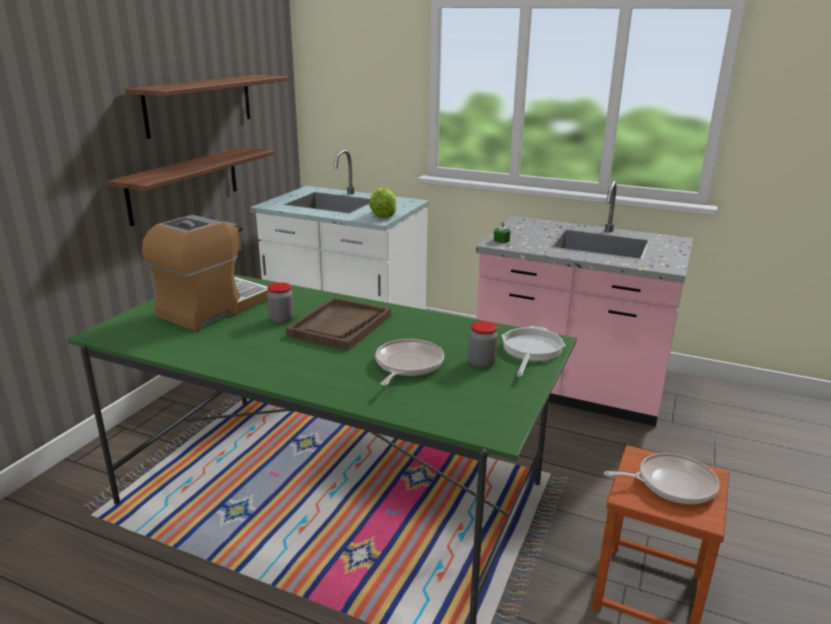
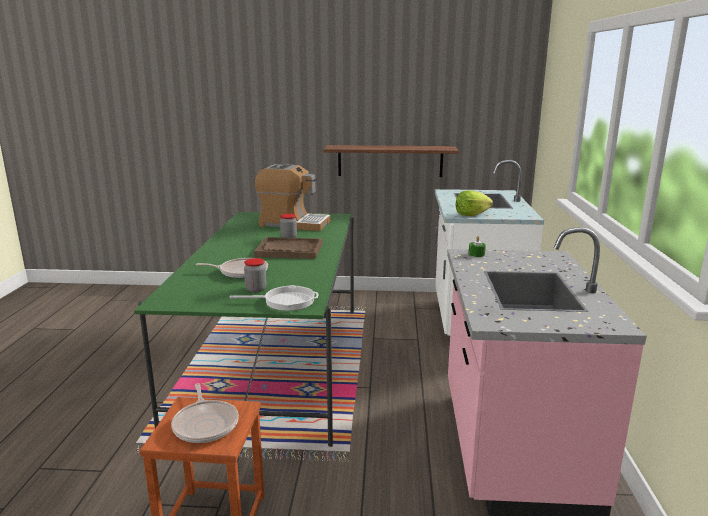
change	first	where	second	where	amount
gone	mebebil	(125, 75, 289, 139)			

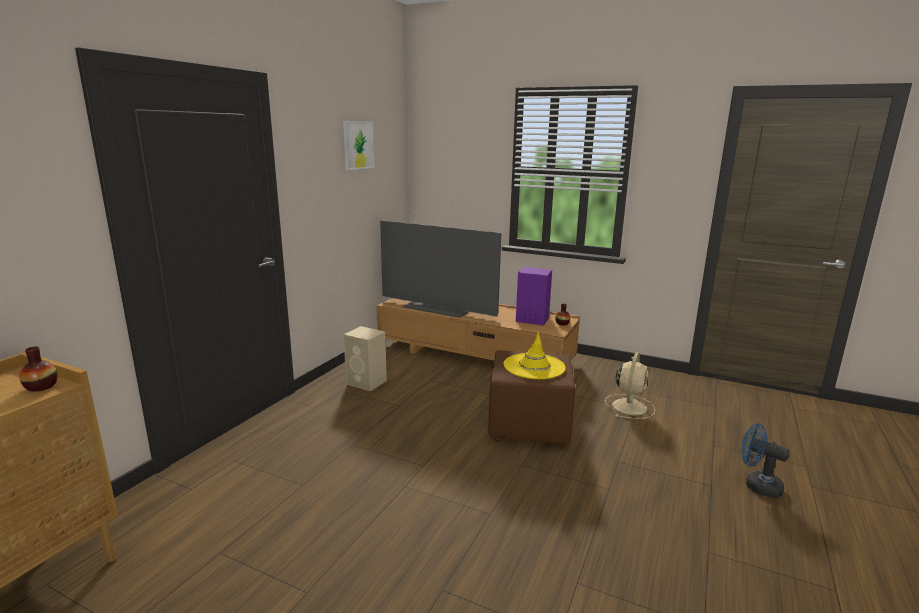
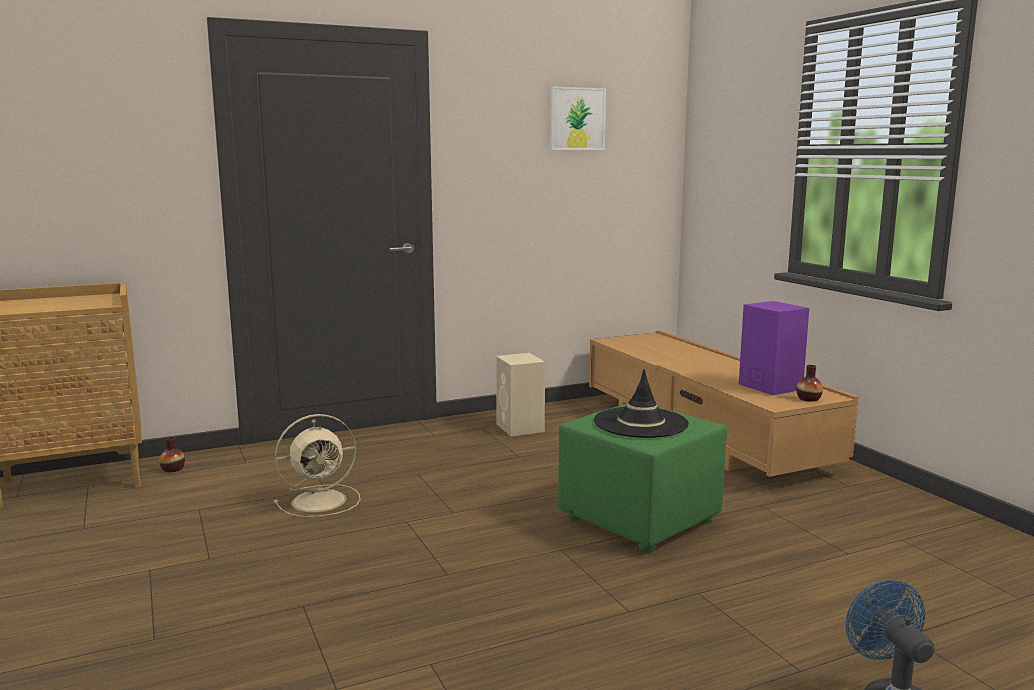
change	first	where	second	where	amount
shifted	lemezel	(19, 347, 58, 392)		(159, 437, 185, 472)	
shifted	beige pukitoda	(605, 352, 655, 419)		(274, 414, 361, 517)	
repainted	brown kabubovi	(489, 350, 575, 447)	green kabubovi	(558, 404, 727, 552)	
repainted	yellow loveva	(504, 332, 566, 379)	black loveva	(594, 369, 689, 438)	
gone	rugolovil	(380, 220, 501, 318)			

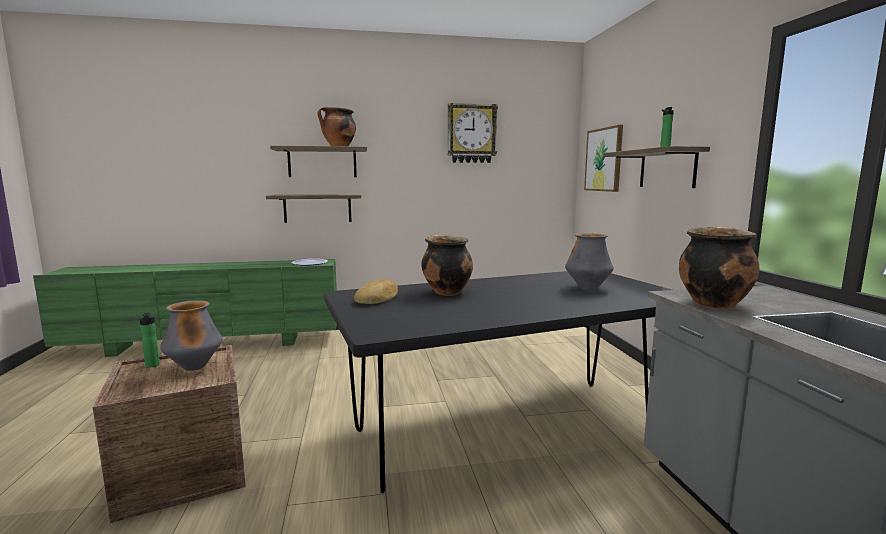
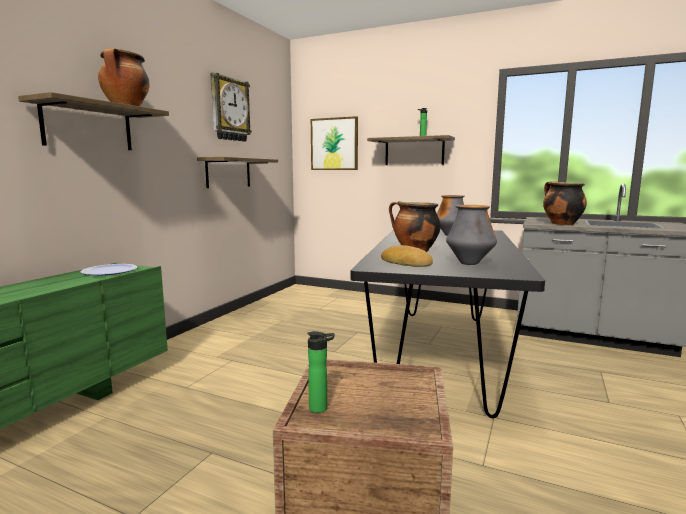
change	first	where	second	where	amount
shifted	mebebil	(266, 194, 361, 223)		(197, 157, 278, 188)	
shifted	lemezel	(160, 300, 222, 371)		(446, 205, 497, 265)	

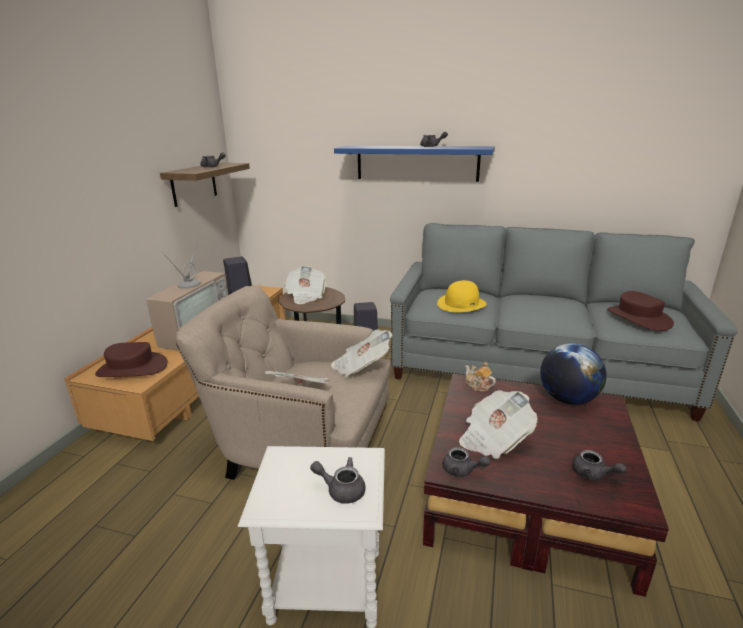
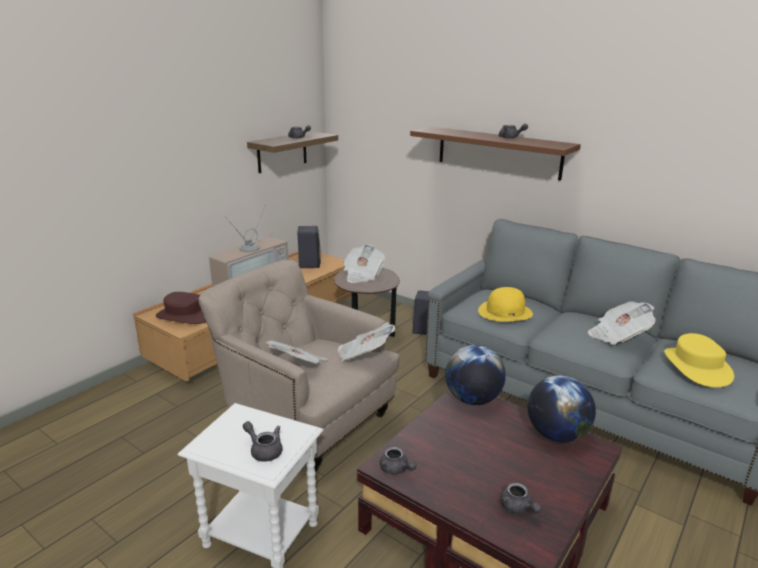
change	first	where	second	where	amount
repainted	blue mebebil	(334, 146, 495, 182)	brown mebebil	(410, 127, 581, 181)	
swapped	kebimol	(465, 362, 496, 392)	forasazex	(445, 345, 506, 405)	
shifted	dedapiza	(459, 390, 537, 459)		(588, 301, 656, 345)	
repainted	brown loveva	(607, 291, 674, 331)	yellow loveva	(664, 333, 734, 387)	

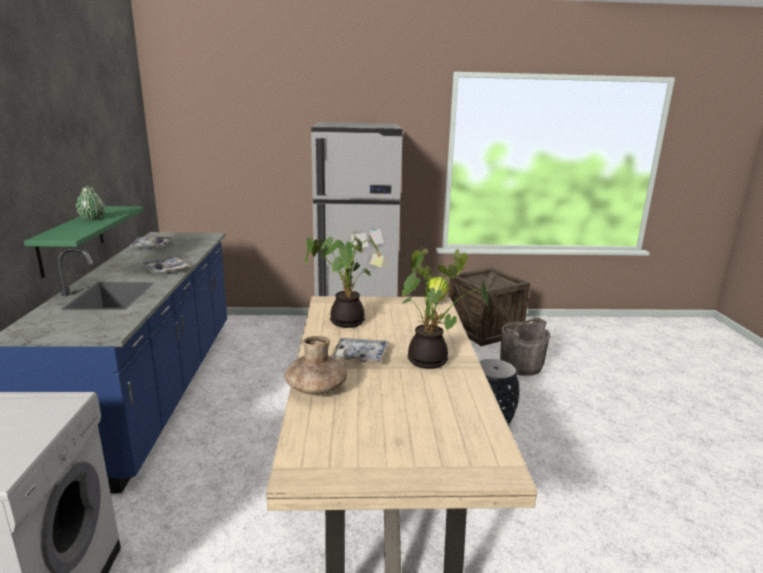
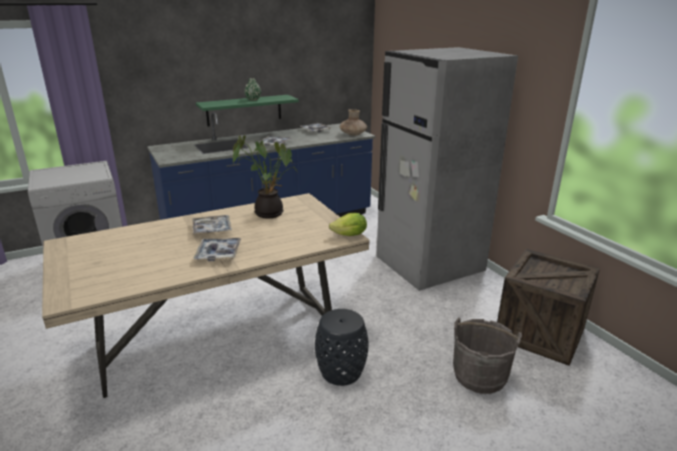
change	first	where	second	where	amount
swapped	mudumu	(401, 249, 489, 369)	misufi	(193, 238, 241, 261)	
shifted	brown lemezel	(285, 336, 347, 395)		(340, 109, 367, 136)	

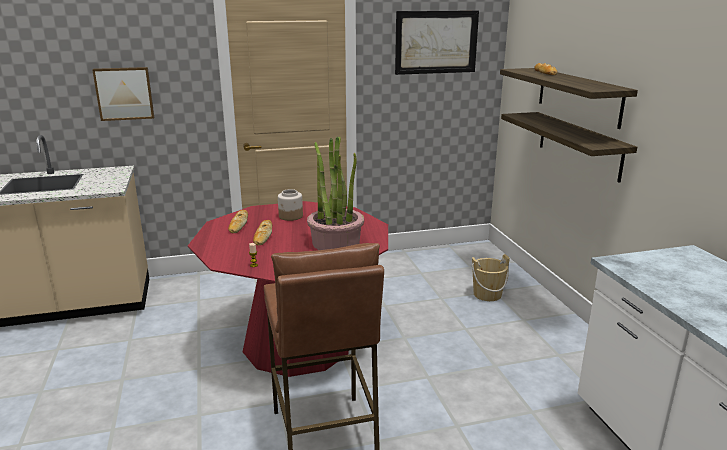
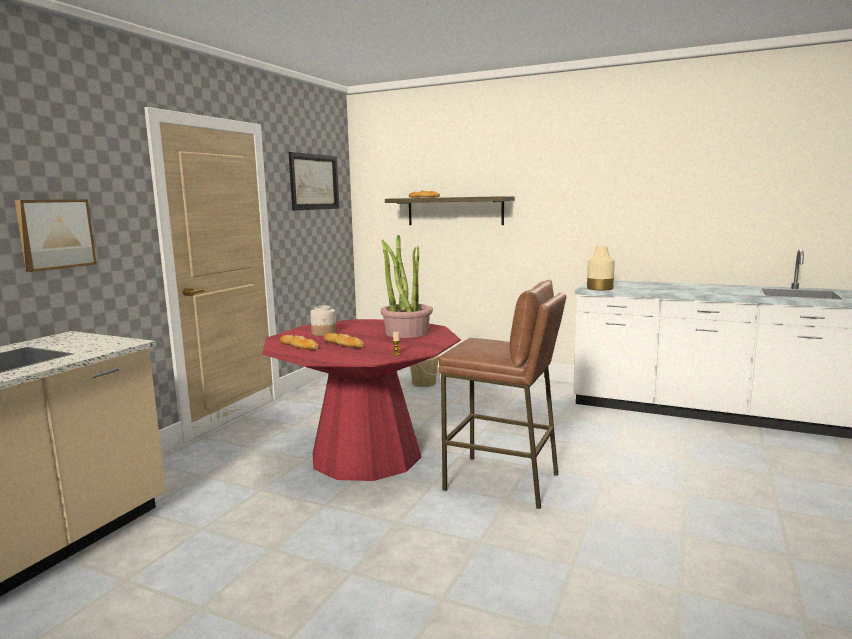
change	first	where	second	where	amount
new			beige lemezel	(587, 246, 615, 290)	
gone	mebebil	(501, 112, 637, 183)			

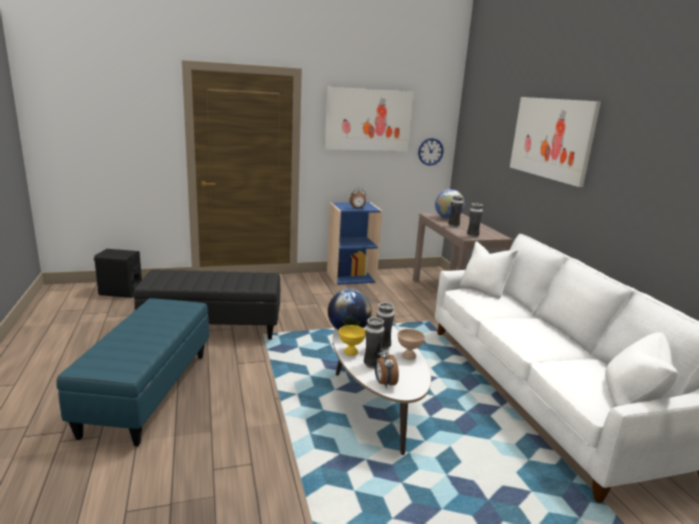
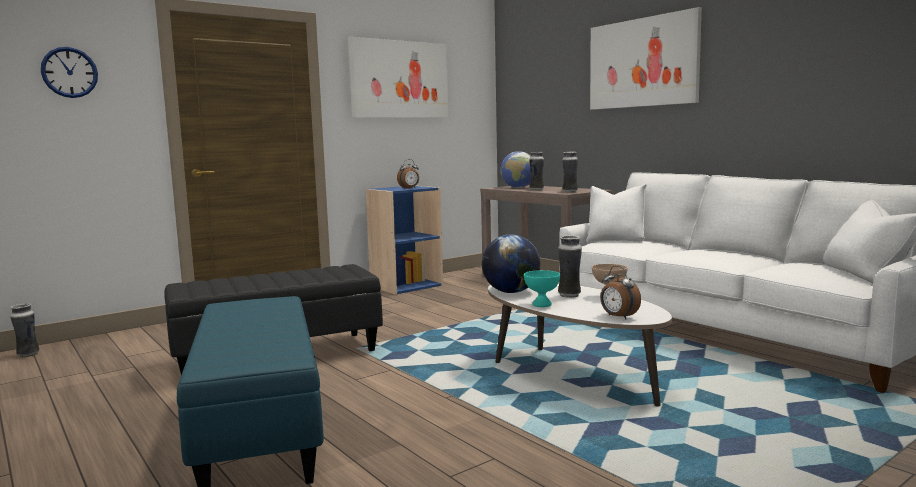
change	first	where	second	where	amount
shifted	lemezel	(364, 317, 385, 368)		(10, 303, 39, 357)	
shifted	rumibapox	(418, 138, 444, 166)		(41, 47, 98, 98)	
repainted	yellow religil	(339, 325, 366, 356)	turquoise religil	(524, 270, 560, 307)	
gone	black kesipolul	(94, 249, 142, 298)			

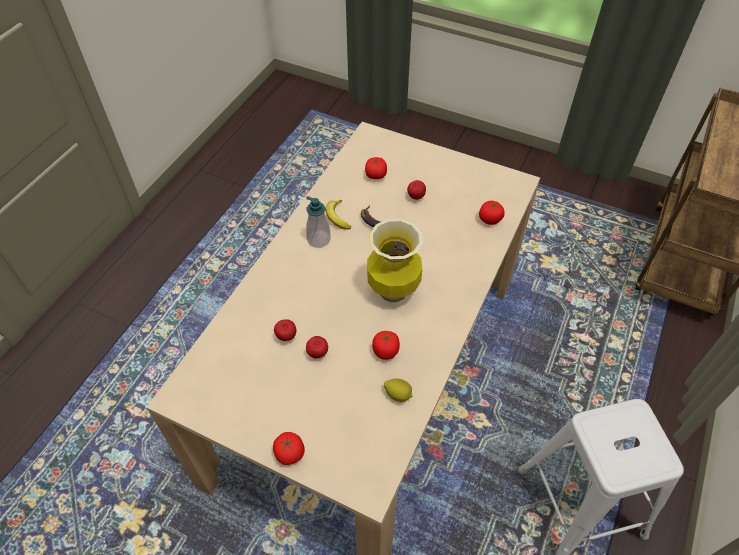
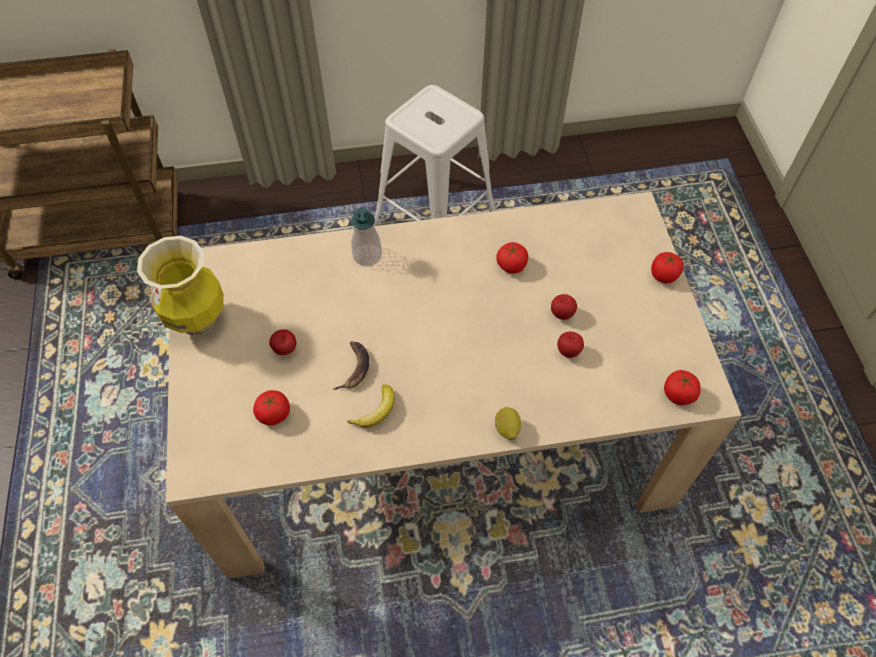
change	first	where	second	where	amount
shifted	lemezel	(367, 219, 423, 303)		(137, 236, 224, 336)	
shifted	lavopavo	(306, 196, 331, 248)		(351, 207, 382, 267)	
shifted	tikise	(384, 378, 412, 402)		(495, 407, 521, 440)	
shifted	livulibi	(479, 201, 505, 225)		(664, 370, 701, 405)	

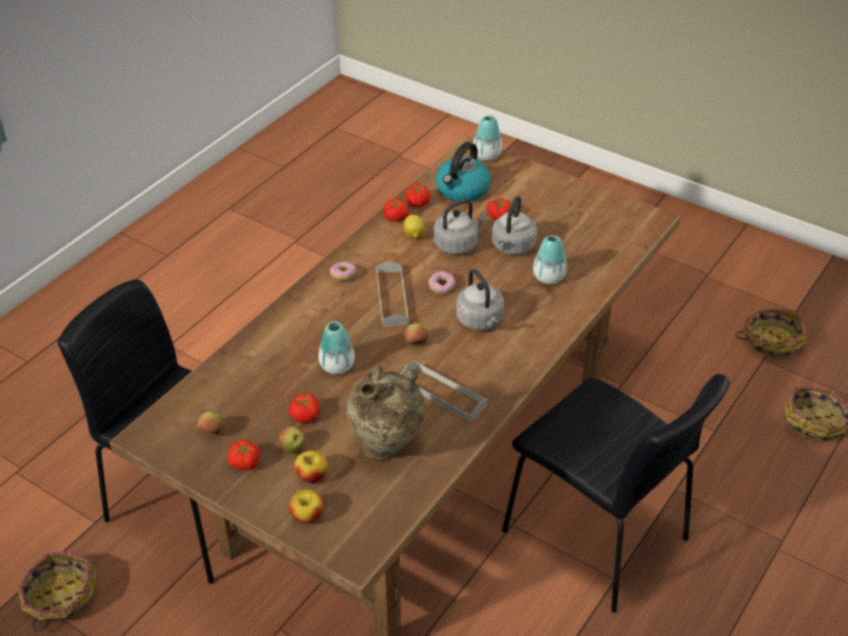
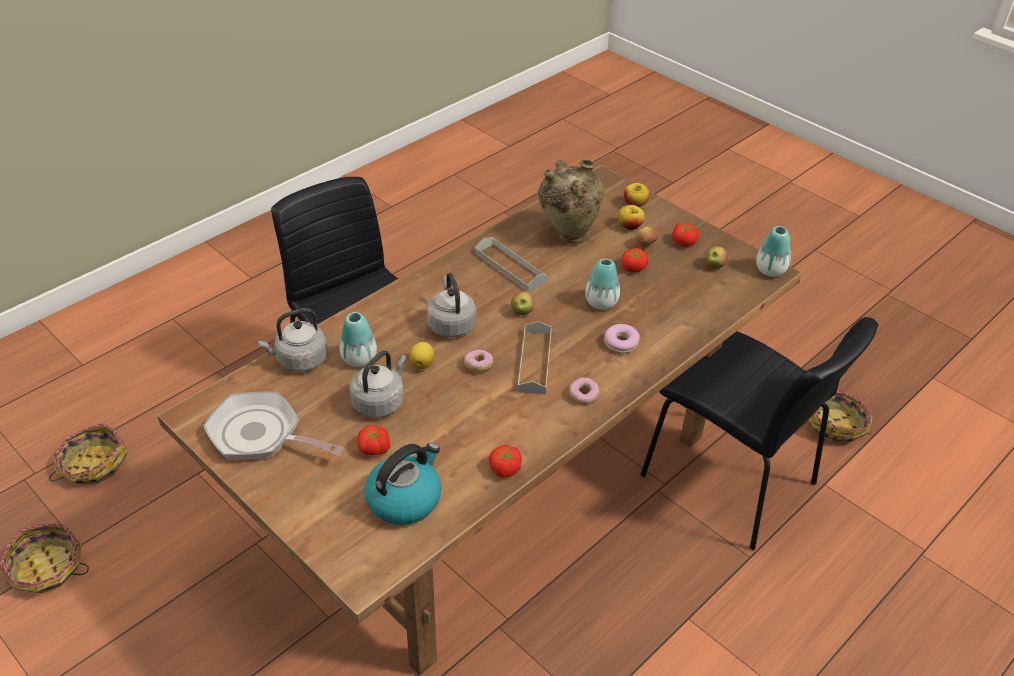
change	first	where	second	where	amount
new			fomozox	(203, 391, 344, 460)	
shifted	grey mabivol	(433, 199, 488, 254)		(257, 308, 328, 372)	
shifted	tikise	(403, 215, 425, 239)		(409, 342, 434, 369)	
new			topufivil	(604, 324, 640, 353)	
shifted	lemezel	(473, 116, 502, 161)		(756, 226, 791, 277)	
gone	livulibi	(405, 183, 431, 207)			

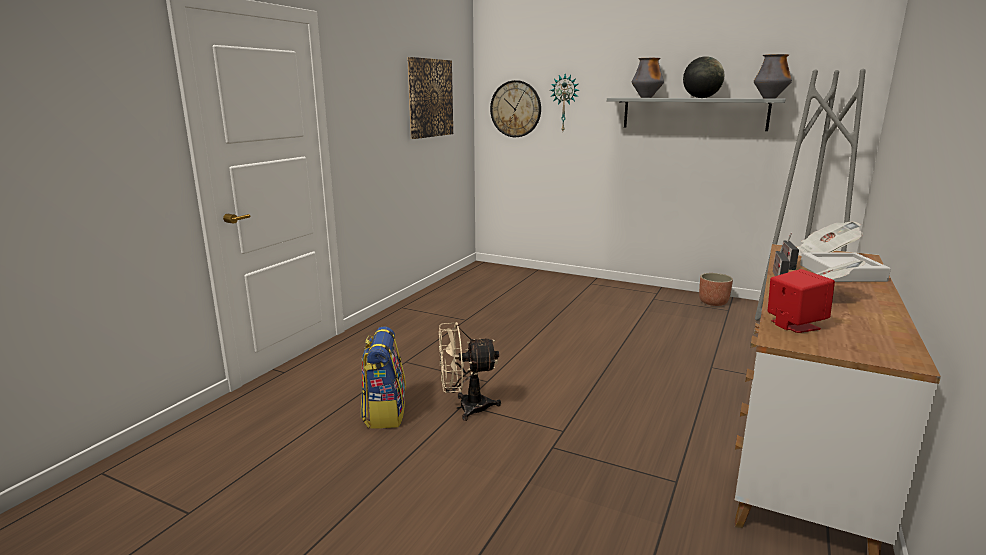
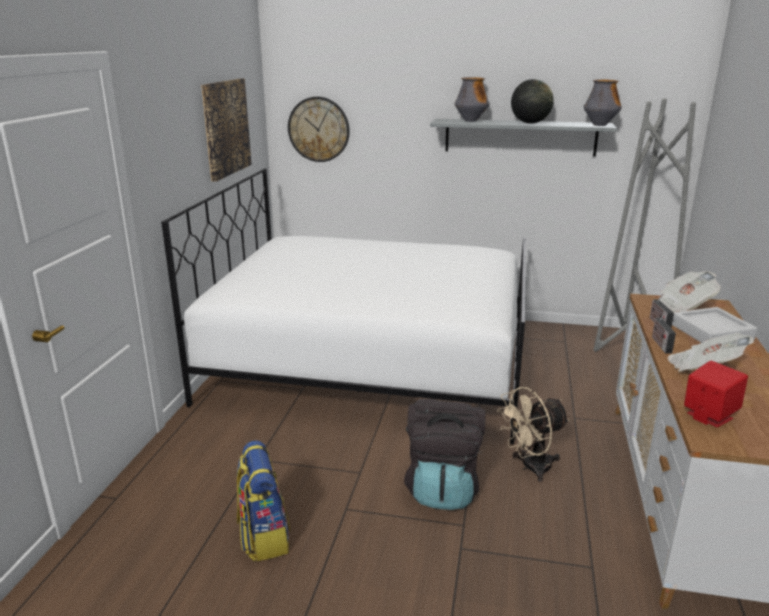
change	first	where	second	where	amount
new			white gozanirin	(161, 169, 526, 445)	
new			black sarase	(404, 399, 485, 510)	
shifted	beige pukitoda	(439, 322, 501, 421)		(497, 387, 569, 482)	
gone	rumibapox	(550, 74, 579, 131)			
gone	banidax	(699, 273, 733, 306)			

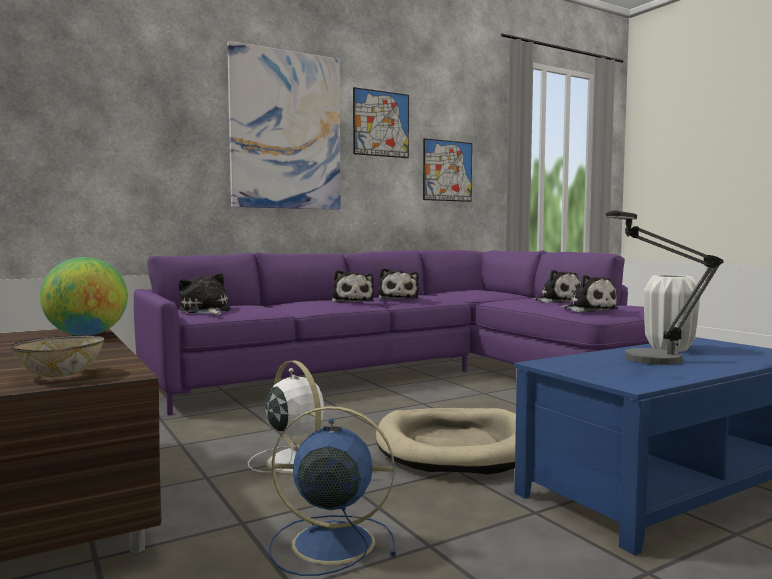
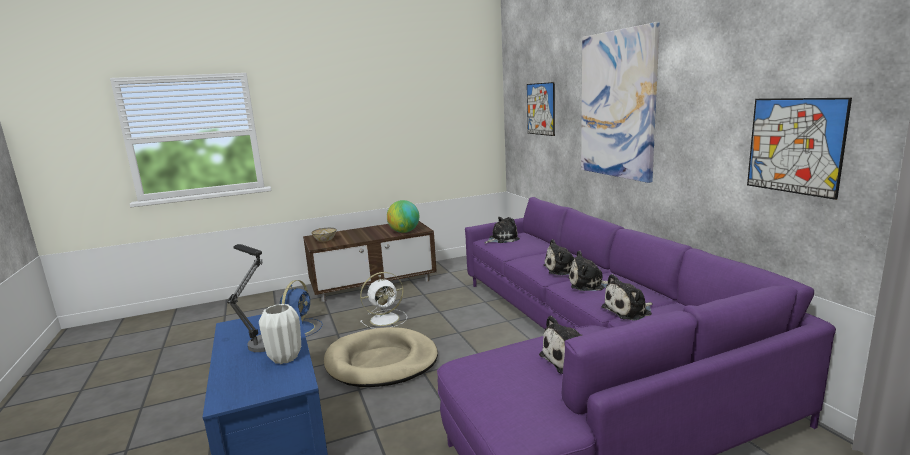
change	first	where	second	where	amount
shifted	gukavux	(353, 87, 409, 158)		(527, 82, 555, 136)	
shifted	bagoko	(560, 275, 618, 312)		(601, 274, 653, 321)	

